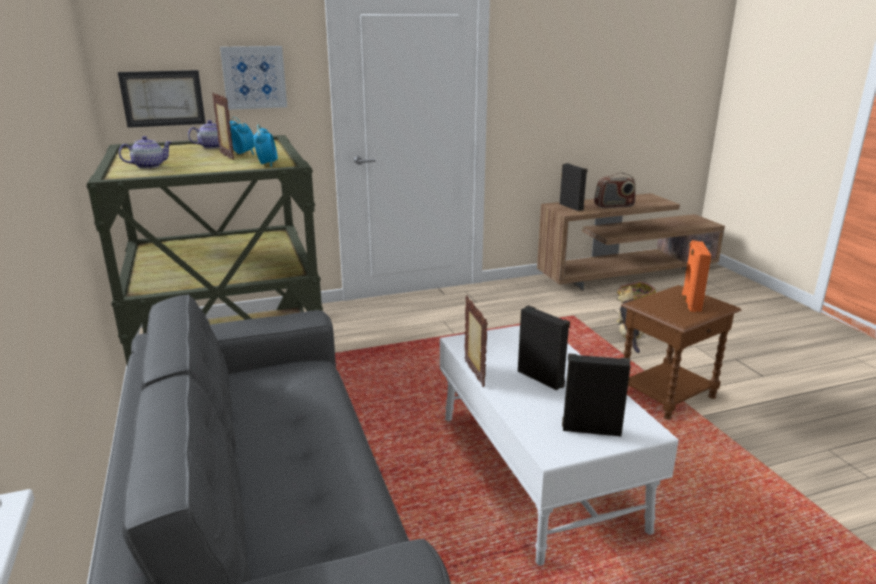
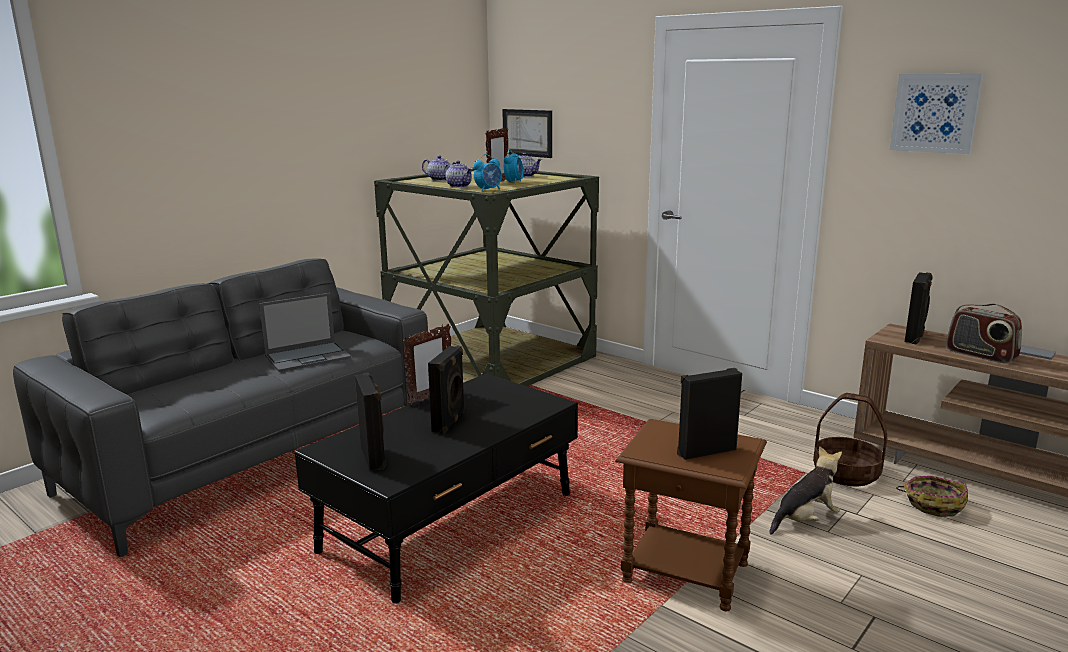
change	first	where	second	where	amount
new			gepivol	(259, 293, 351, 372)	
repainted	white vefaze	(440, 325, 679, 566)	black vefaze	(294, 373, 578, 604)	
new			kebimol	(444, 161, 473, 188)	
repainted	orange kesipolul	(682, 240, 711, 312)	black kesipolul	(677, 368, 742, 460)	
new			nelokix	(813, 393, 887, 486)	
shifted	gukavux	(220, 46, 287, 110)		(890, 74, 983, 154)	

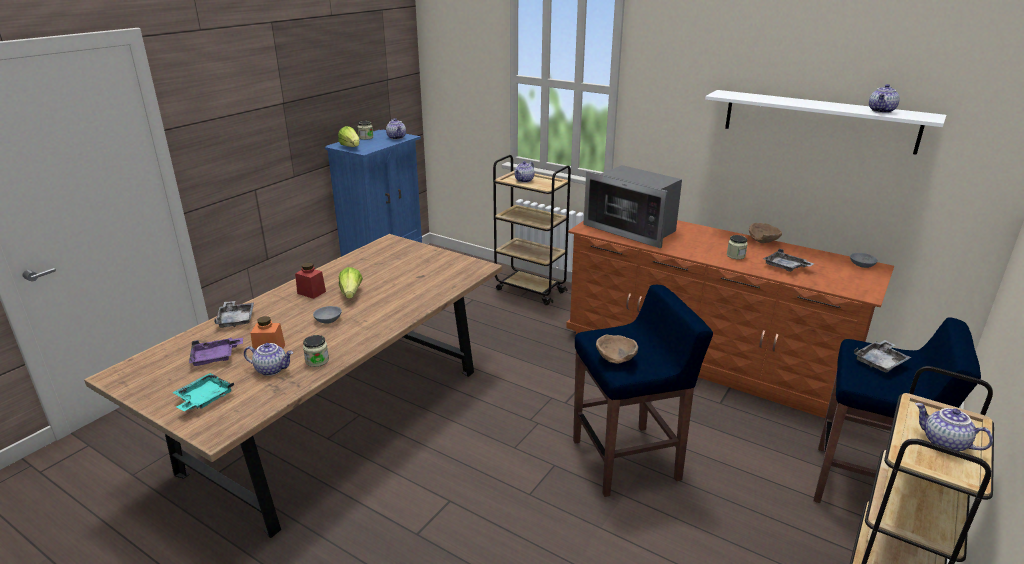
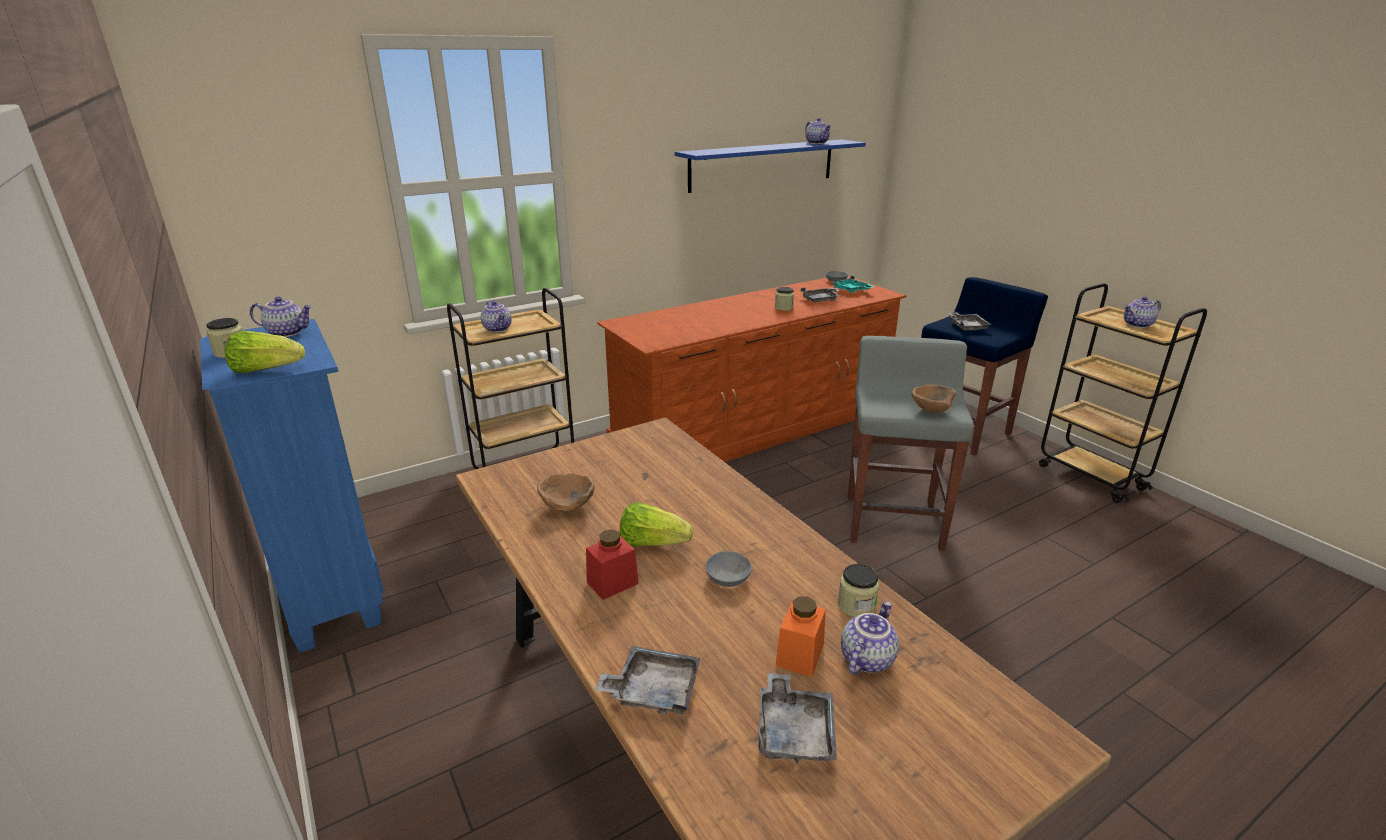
change	first	where	second	where	amount
shifted	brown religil	(749, 223, 782, 243)		(537, 473, 595, 512)	
repainted	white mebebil	(705, 90, 947, 155)	blue mebebil	(675, 139, 866, 193)	
repainted	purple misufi	(189, 338, 243, 366)	grey misufi	(758, 673, 837, 763)	
shifted	turquoise misufi	(172, 373, 234, 411)		(832, 276, 874, 293)	
repainted	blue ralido	(573, 285, 713, 497)	grey ralido	(848, 336, 974, 551)	
gone	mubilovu	(583, 165, 682, 248)			

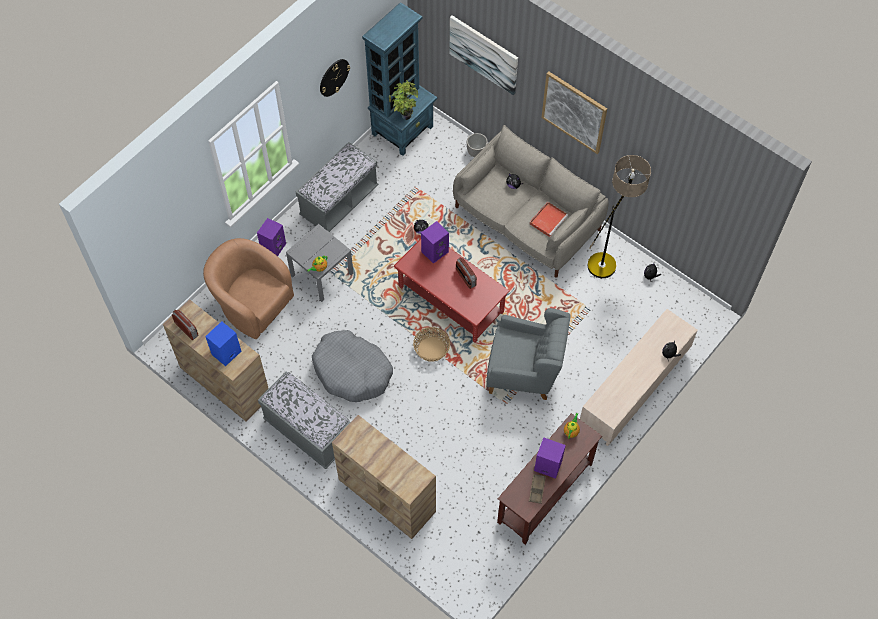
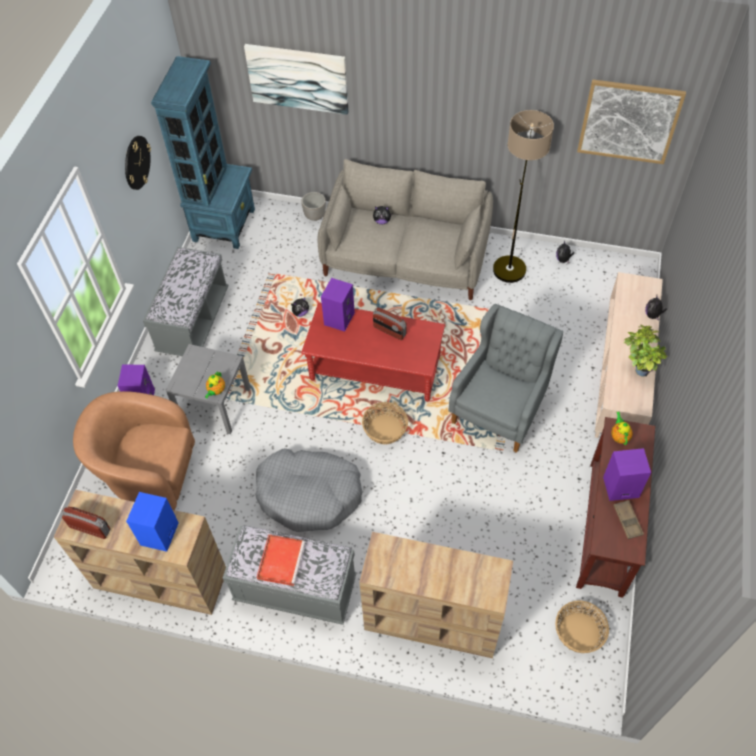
change	first	where	second	where	amount
shifted	red misufi	(530, 202, 568, 237)		(257, 534, 305, 586)	
rotated	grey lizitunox	(487, 308, 571, 400)		(448, 304, 563, 453)	45 degrees counterclockwise
new			nelokix	(555, 600, 609, 653)	
shifted	gukavux	(542, 71, 607, 154)		(577, 79, 686, 164)	
shifted	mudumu	(392, 80, 418, 120)		(623, 325, 668, 377)	

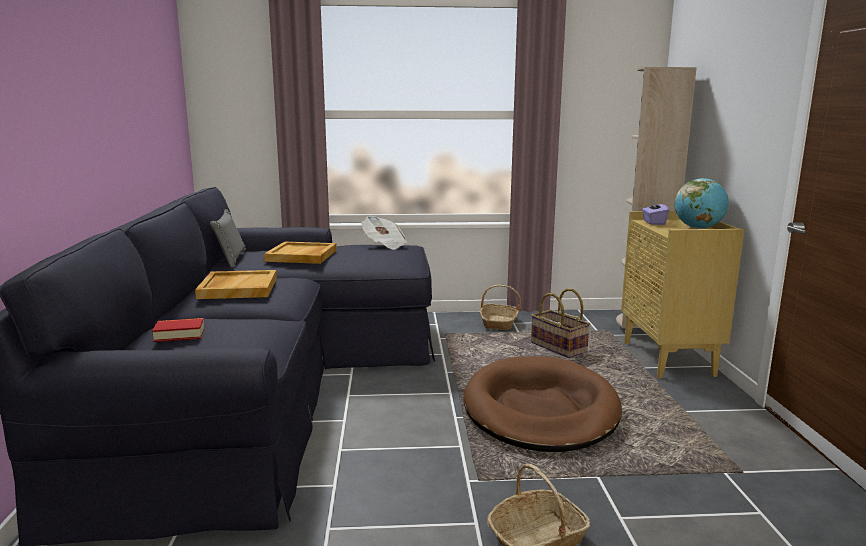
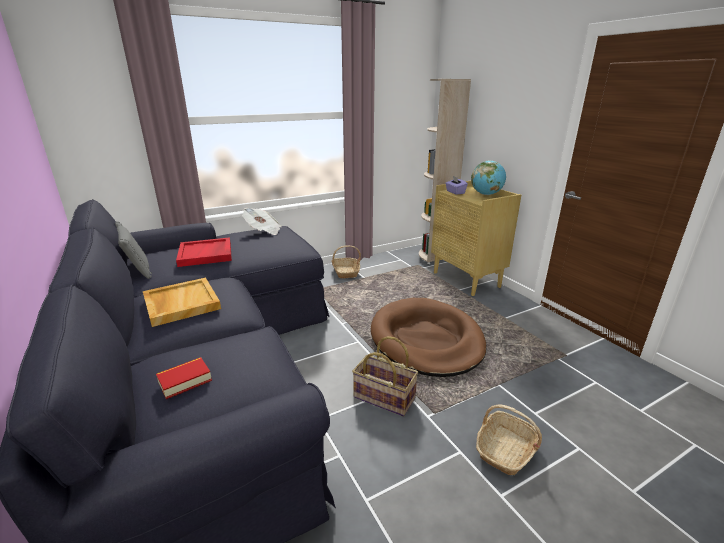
change	first	where	second	where	amount
repainted	beige misufi	(264, 241, 337, 264)	red misufi	(176, 237, 232, 267)	
shifted	nelokix	(531, 288, 590, 358)		(352, 336, 418, 417)	

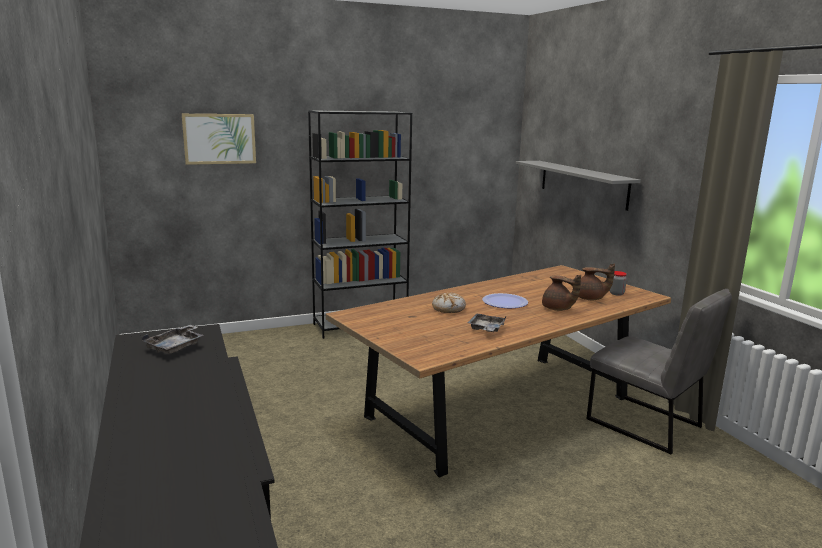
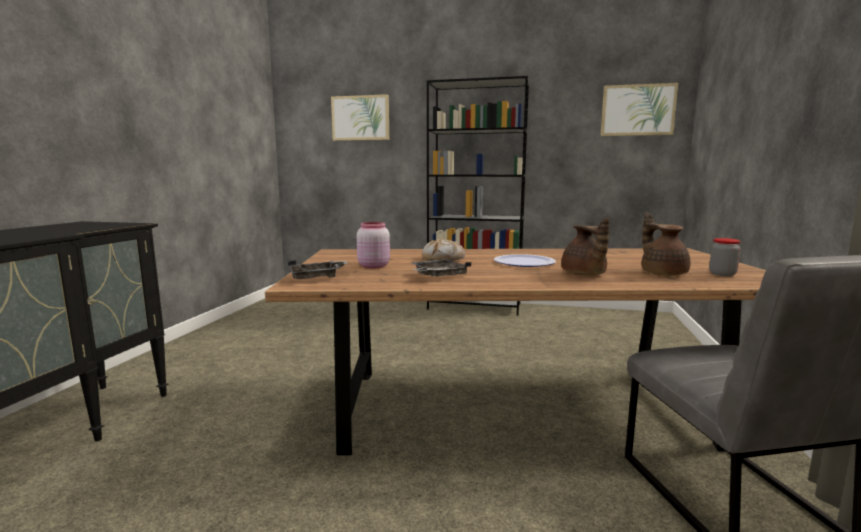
change	first	where	second	where	amount
shifted	grey misufi	(141, 325, 204, 354)		(288, 260, 348, 279)	
new			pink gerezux	(357, 222, 390, 269)	
new			gukavux	(601, 83, 678, 136)	
rotated	brown kebimol	(578, 263, 615, 300)		(642, 212, 691, 276)	150 degrees counterclockwise
gone	grey mebebil	(516, 161, 641, 211)			

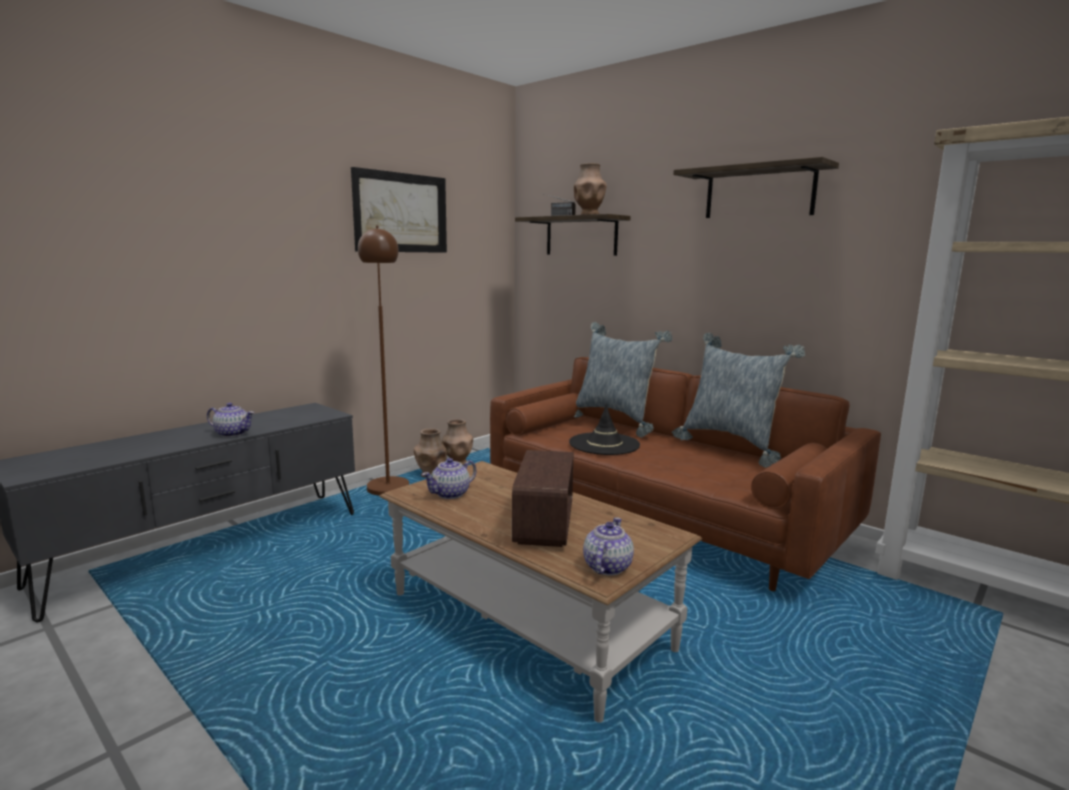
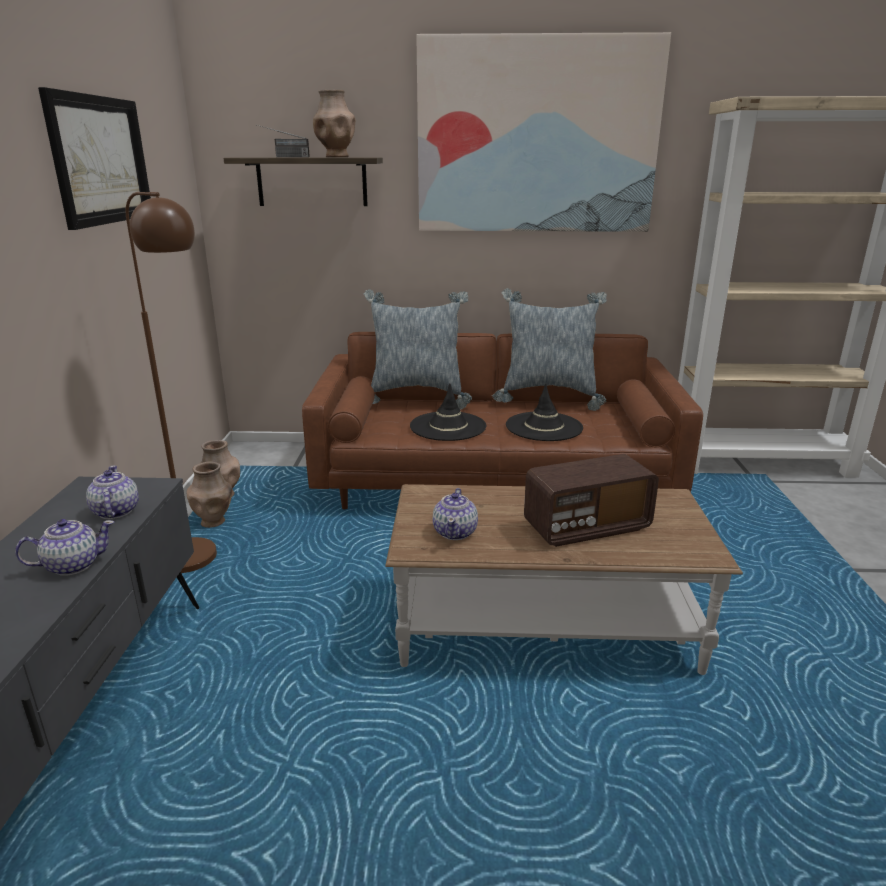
change	first	where	second	where	amount
shifted	kebimol	(583, 517, 634, 575)		(86, 465, 139, 519)	
swapped	mebebil	(673, 157, 839, 218)	gukavux	(416, 32, 671, 232)	
new			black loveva	(506, 383, 583, 441)	
rotated	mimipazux	(512, 450, 574, 547)		(524, 454, 659, 547)	105 degrees clockwise

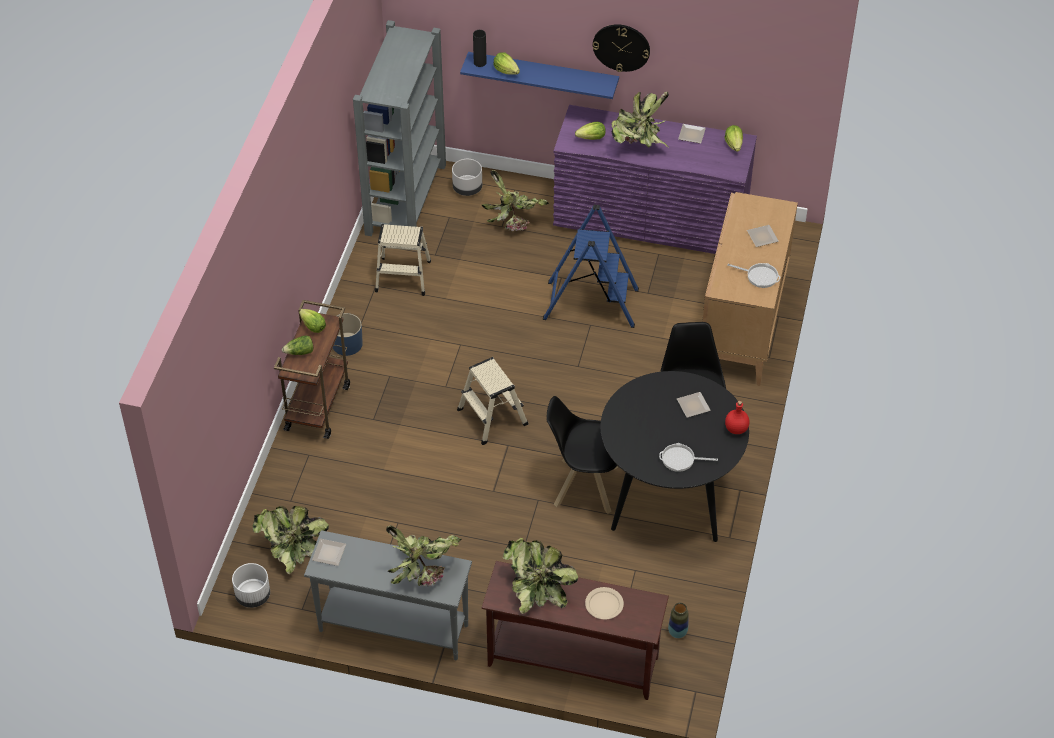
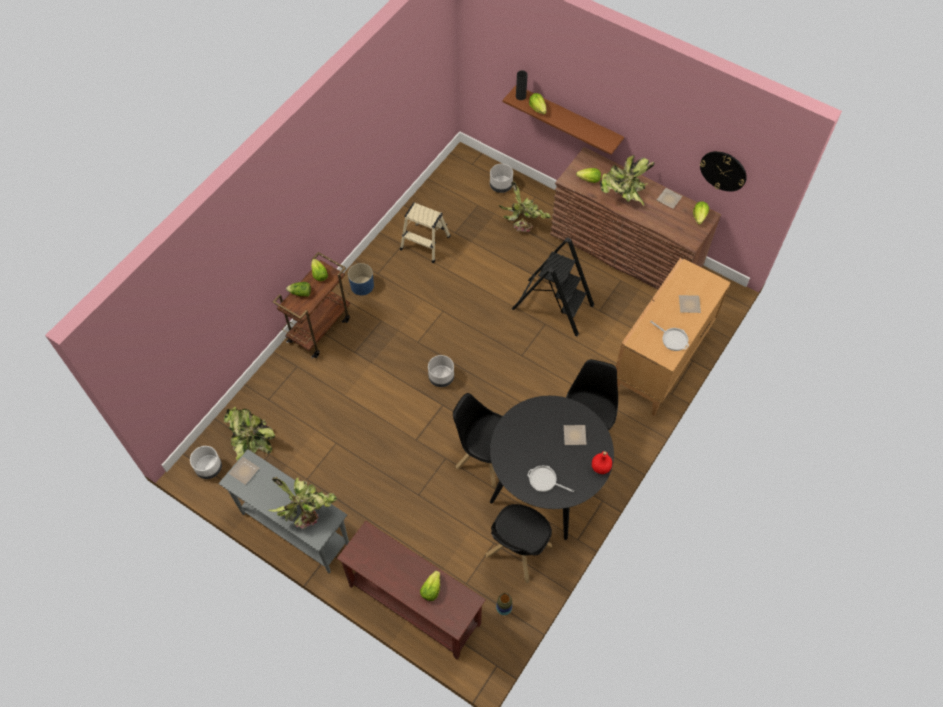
change	first	where	second	where	amount
swapped	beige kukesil	(585, 587, 624, 620)	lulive	(420, 571, 440, 601)	
swapped	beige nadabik	(457, 357, 529, 445)	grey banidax	(428, 355, 454, 387)	
new			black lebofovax	(485, 504, 552, 583)	
repainted	blue mebebil	(460, 52, 619, 99)	brown mebebil	(502, 85, 624, 155)	
repainted	blue nadabik	(543, 204, 639, 328)	black nadabik	(512, 237, 594, 337)	
repainted	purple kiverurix	(553, 105, 757, 254)	brown kiverurix	(550, 147, 721, 290)	
shifted	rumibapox	(593, 24, 650, 72)		(700, 151, 747, 191)	
gone	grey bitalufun	(353, 20, 446, 236)			
gone	mudumu	(503, 538, 578, 614)			

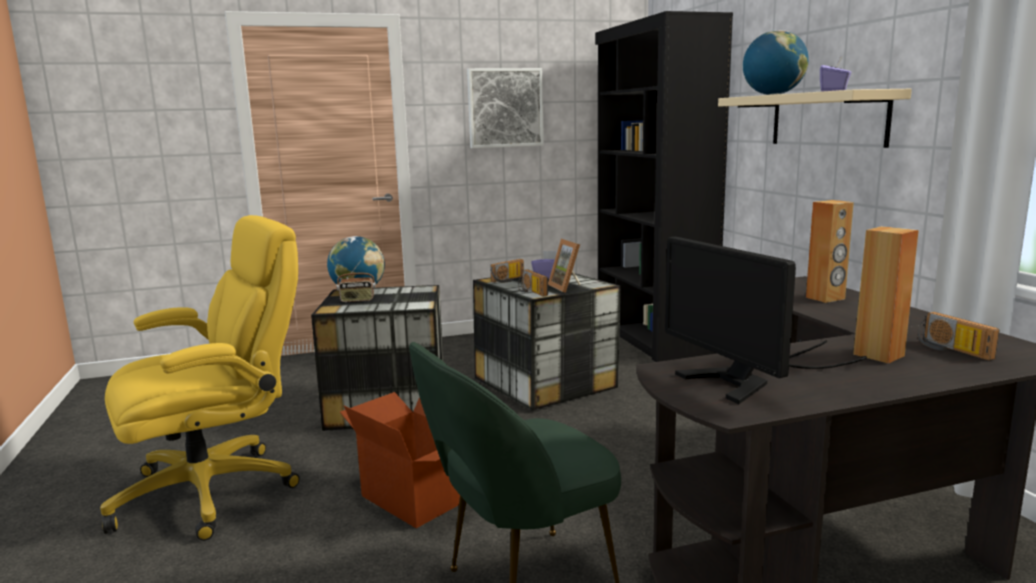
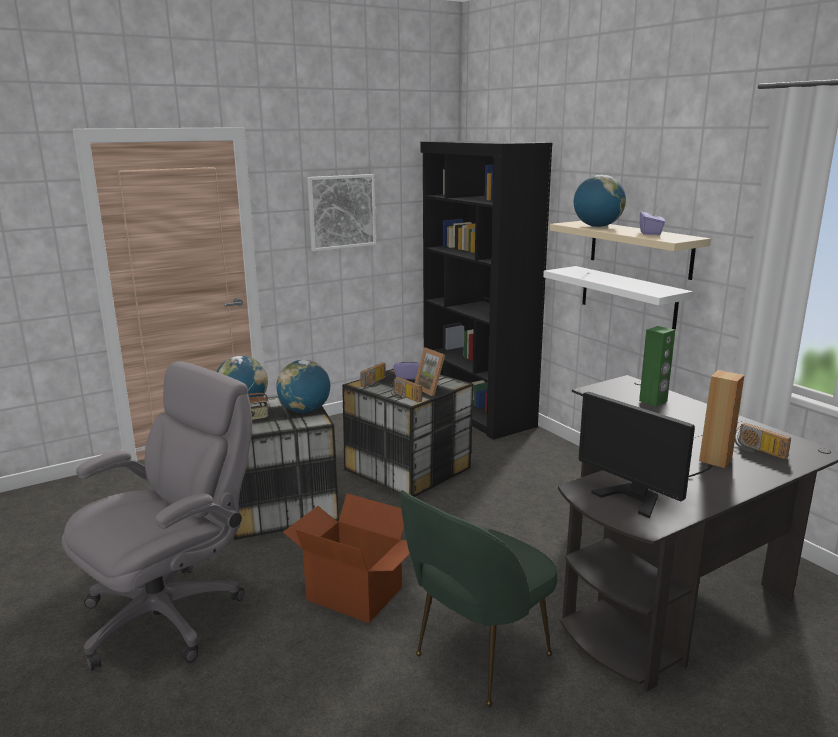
change	first	where	second	where	amount
repainted	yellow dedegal	(100, 215, 300, 541)	grey dedegal	(62, 361, 252, 671)	
new			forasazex	(276, 360, 330, 413)	
new			white mebebil	(543, 266, 694, 330)	
repainted	brown kesipolul	(806, 200, 854, 303)	green kesipolul	(639, 326, 675, 406)	

